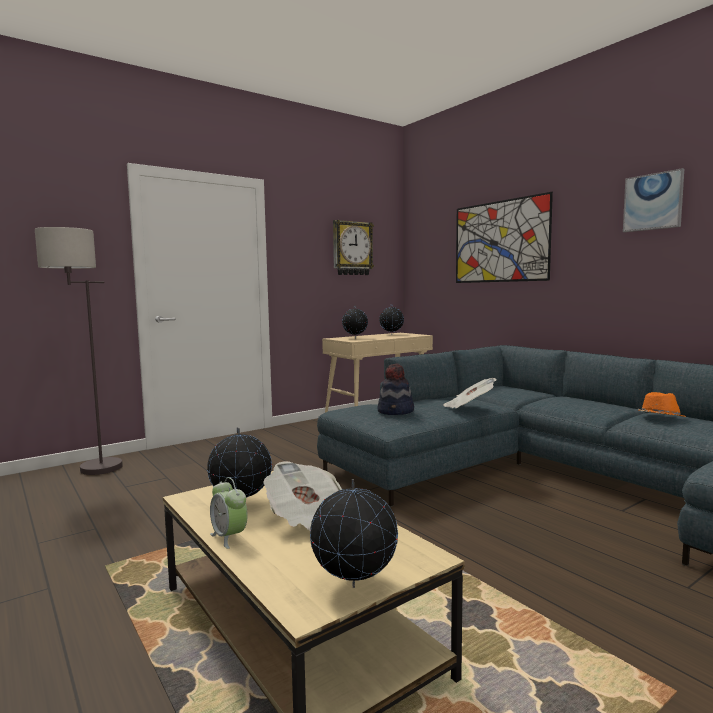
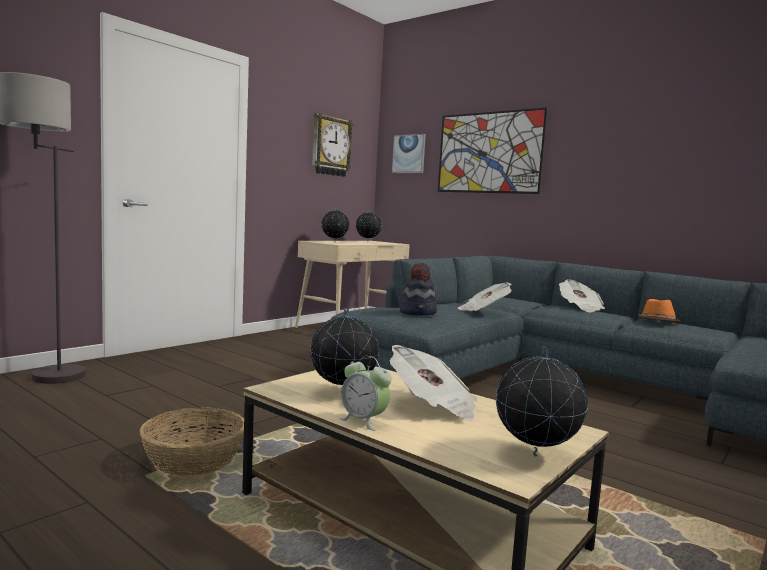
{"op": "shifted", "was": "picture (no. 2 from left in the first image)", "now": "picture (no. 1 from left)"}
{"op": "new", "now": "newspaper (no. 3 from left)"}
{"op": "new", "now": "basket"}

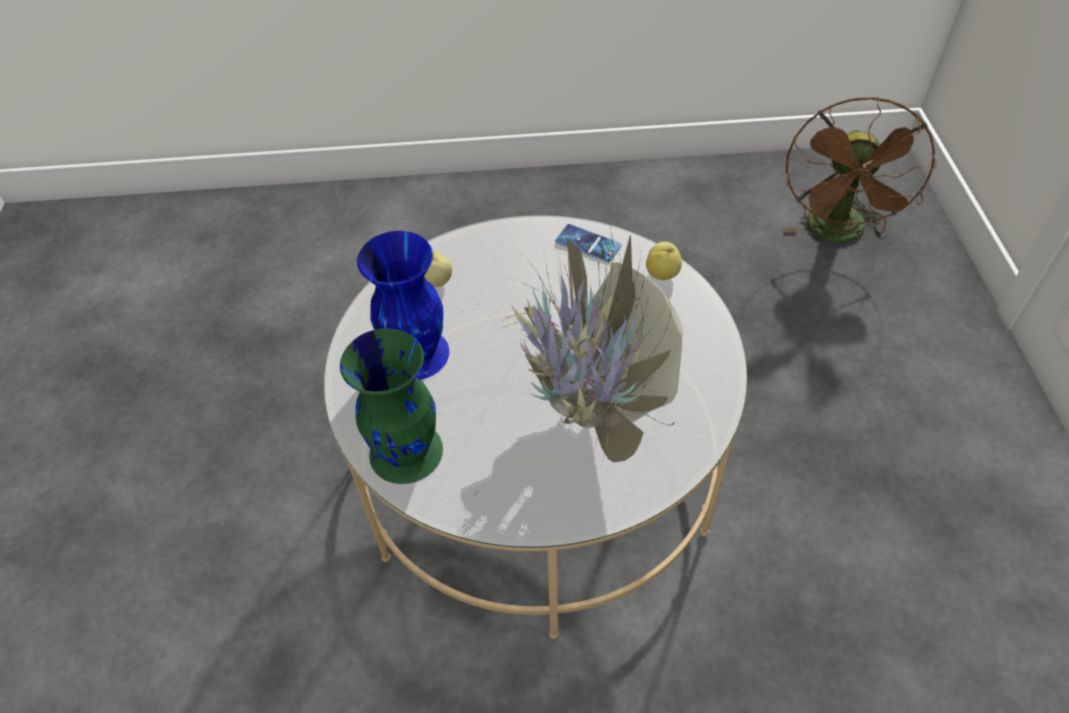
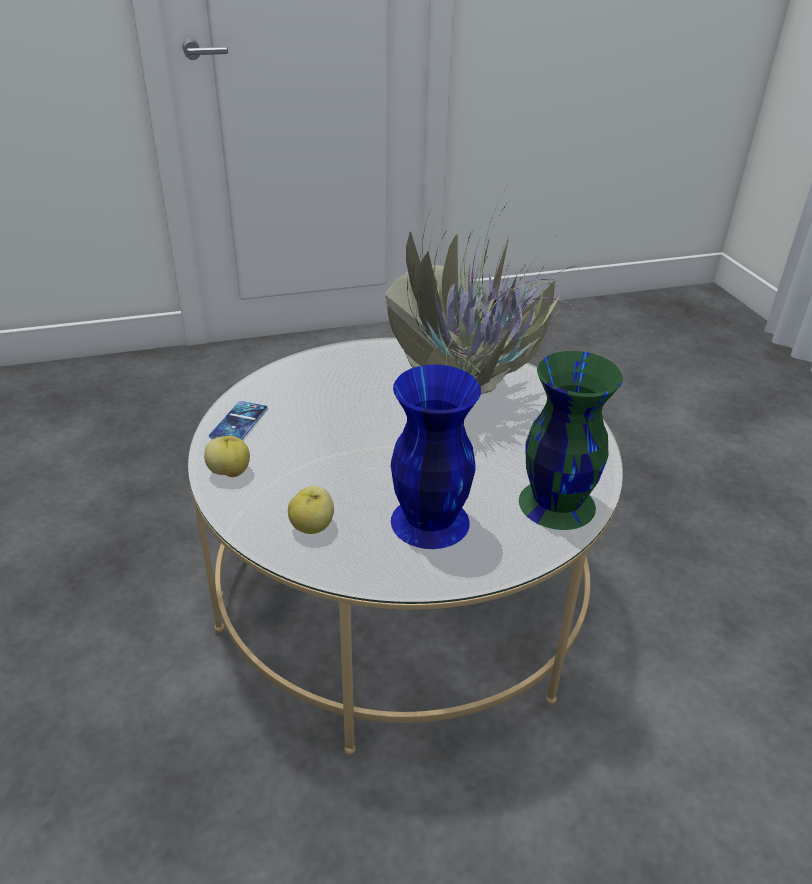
{"op": "gone", "was": "brown_fan"}
{"op": "shifted", "was": "apple (no. 2 from left in the first image)", "now": "apple (no. 1 from left)"}

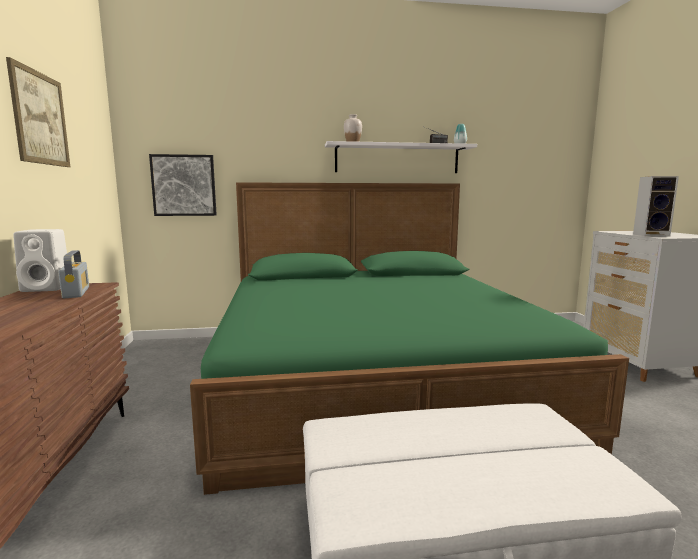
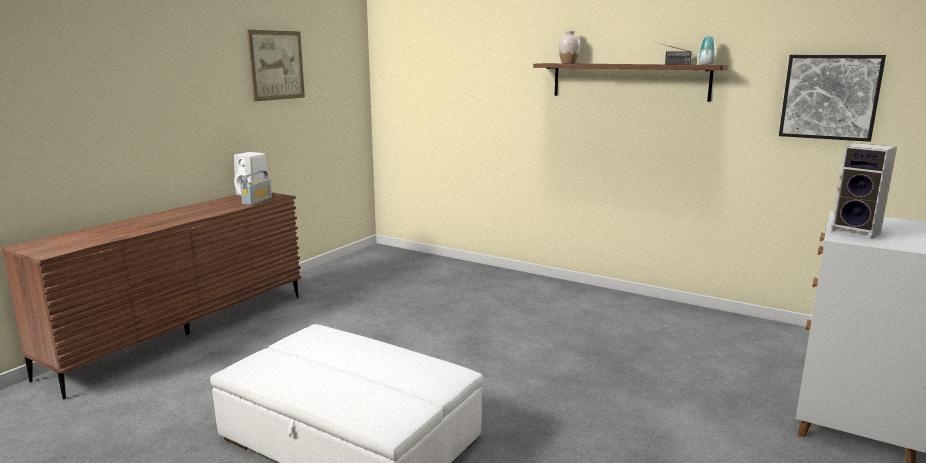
{"op": "repainted", "was": "white_shelf", "now": "brown_shelf"}
{"op": "shifted", "was": "picture (no. 2 from left)"}
{"op": "gone", "was": "green_bed"}

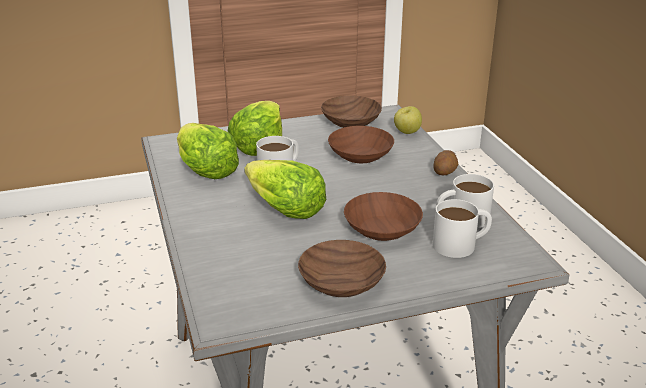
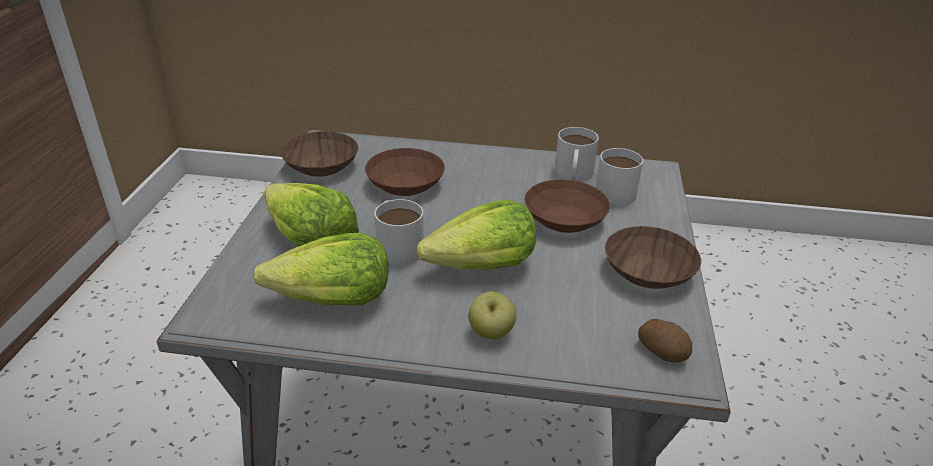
{"op": "shifted", "was": "apple"}
{"op": "shifted", "was": "potato"}

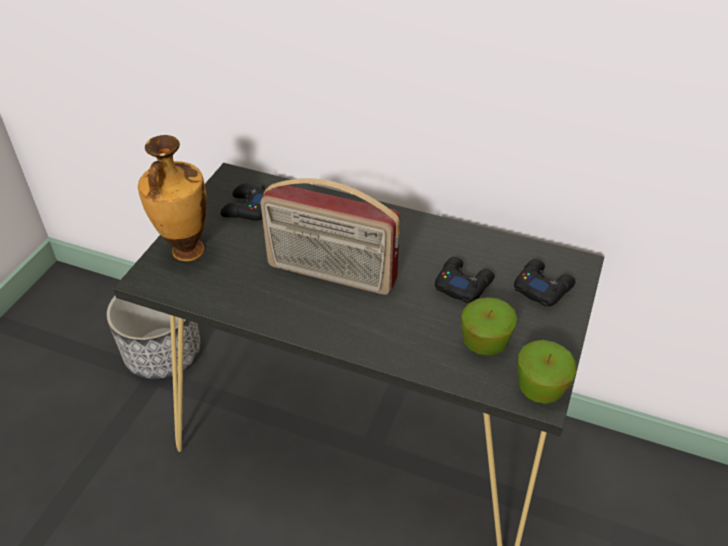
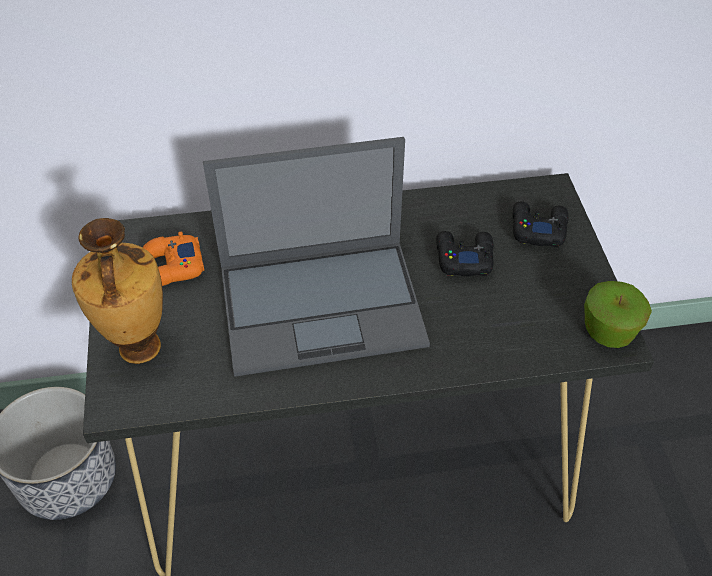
{"op": "swapped", "was": "radio", "now": "laptop"}
{"op": "repainted", "was": "black_game_controller (no. 1 from left)", "now": "orange_game_controller"}
{"op": "gone", "was": "apple (no. 1 from left)"}

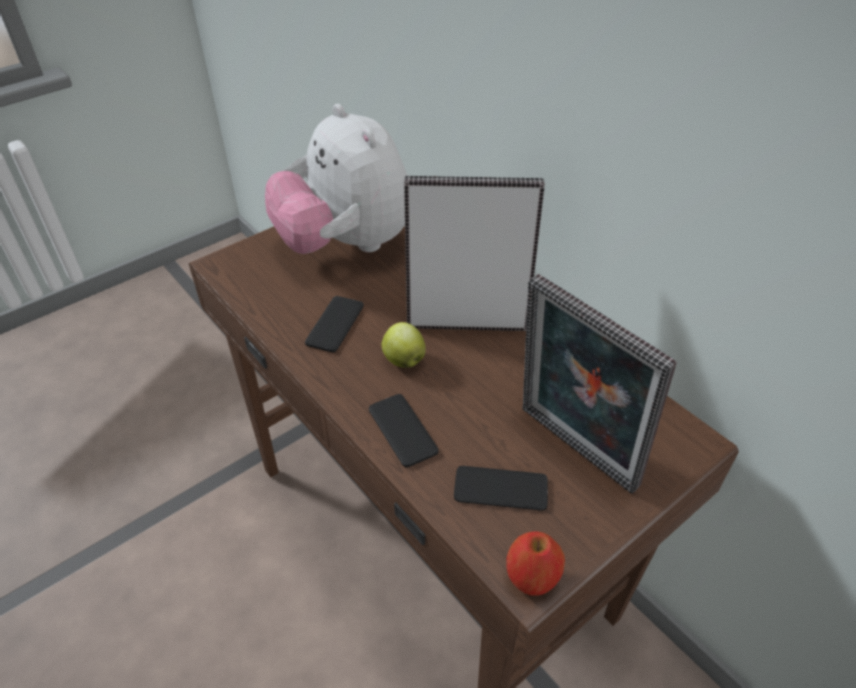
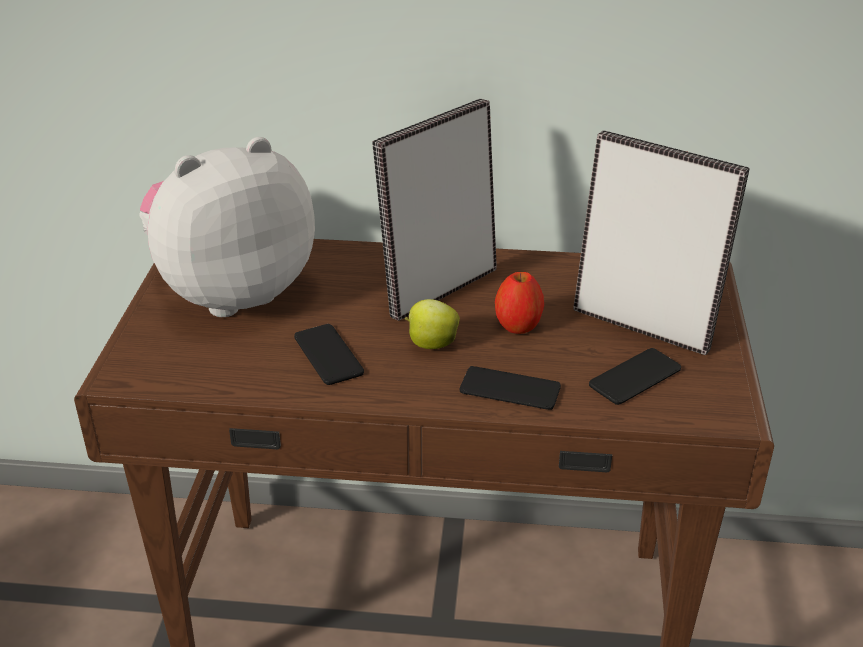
{"op": "rotated", "was": "plush_toy", "clockwise": 135}
{"op": "rotated", "was": "picture_frame (no. 2 from left)", "clockwise": -150}
{"op": "shifted", "was": "apple (no. 2 from left)"}

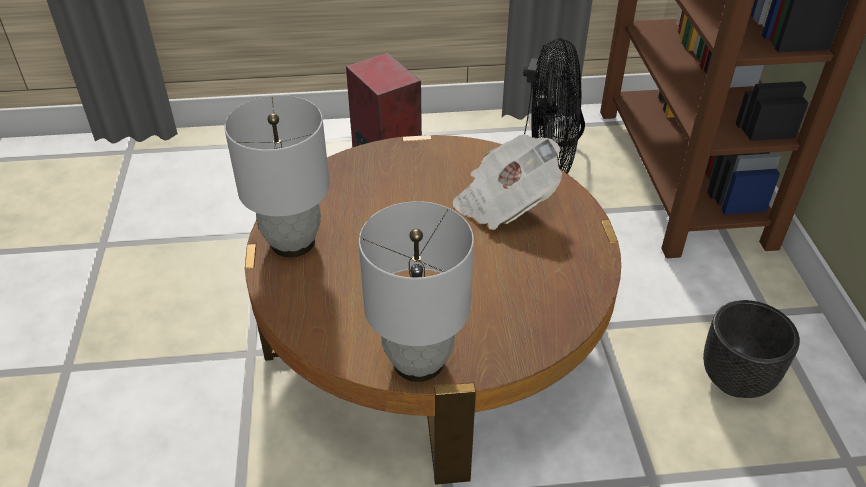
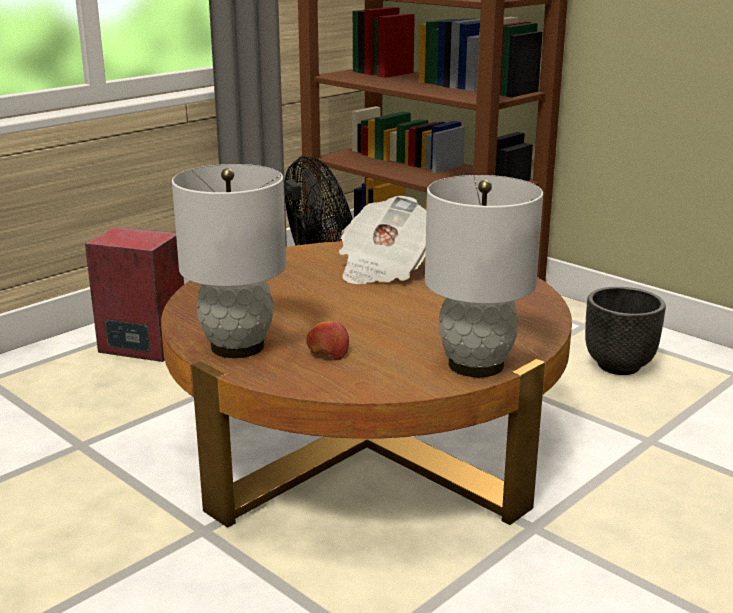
{"op": "new", "now": "apple"}

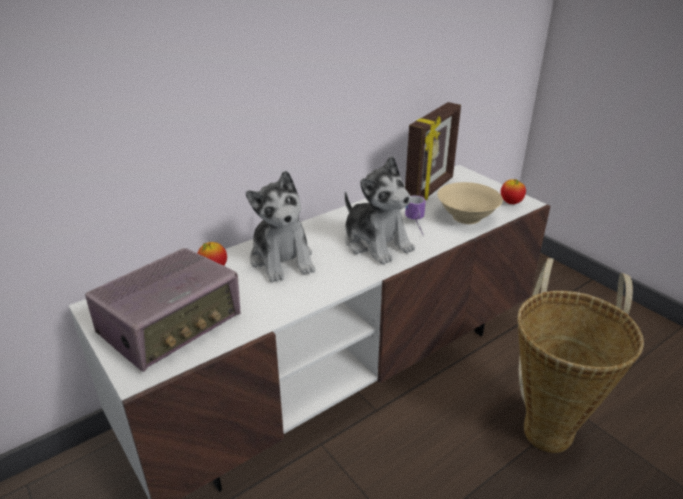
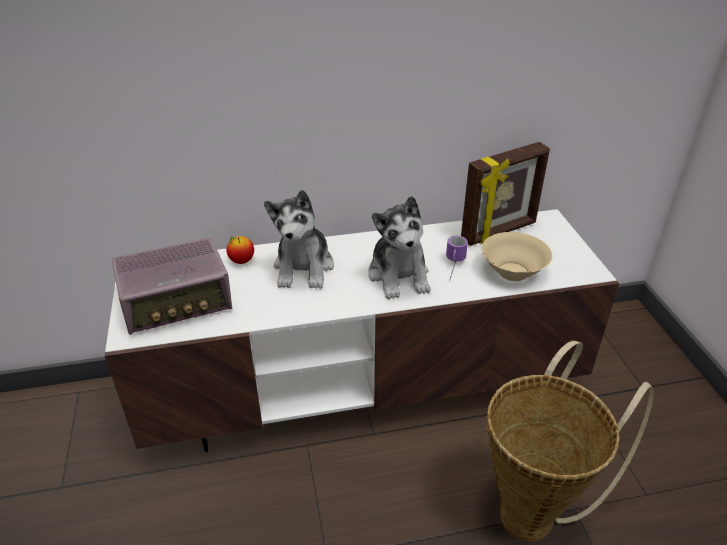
{"op": "gone", "was": "apple (no. 2 from left)"}

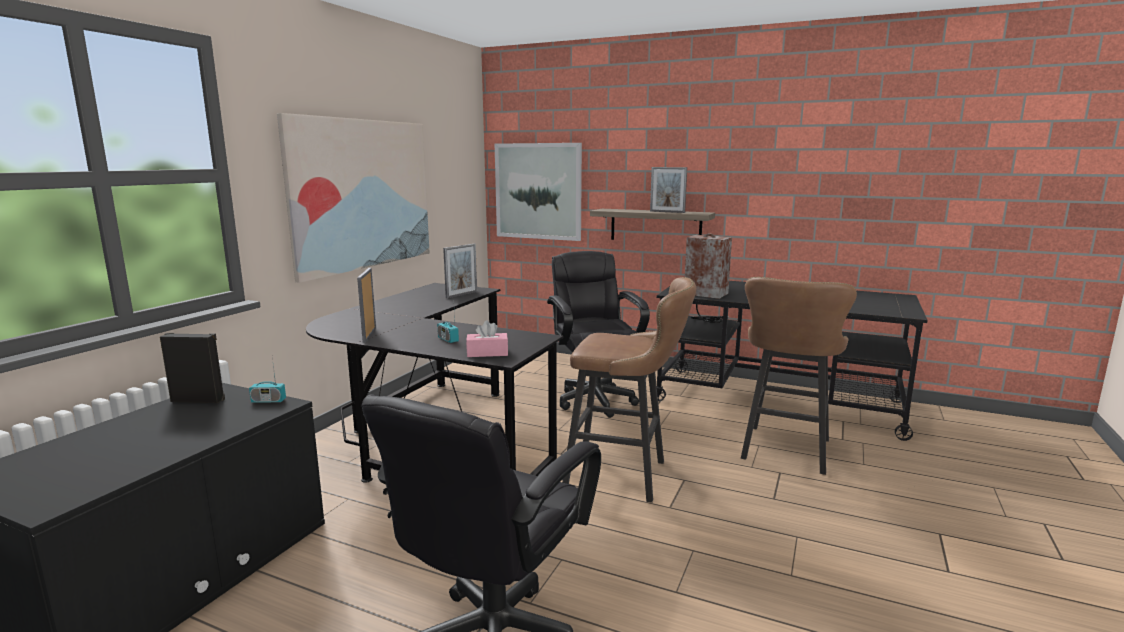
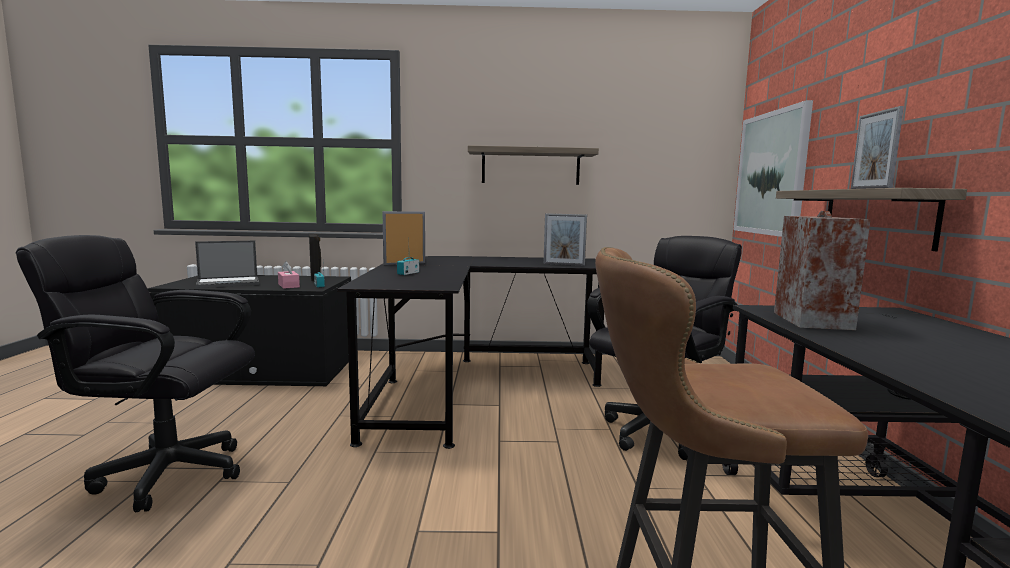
{"op": "swapped", "was": "picture (no. 1 from left)", "now": "shelf (no. 1 from left)"}
{"op": "gone", "was": "brown_stool (no. 1 from left)"}
{"op": "shifted", "was": "pink_tissue_box"}
{"op": "new", "now": "laptop"}

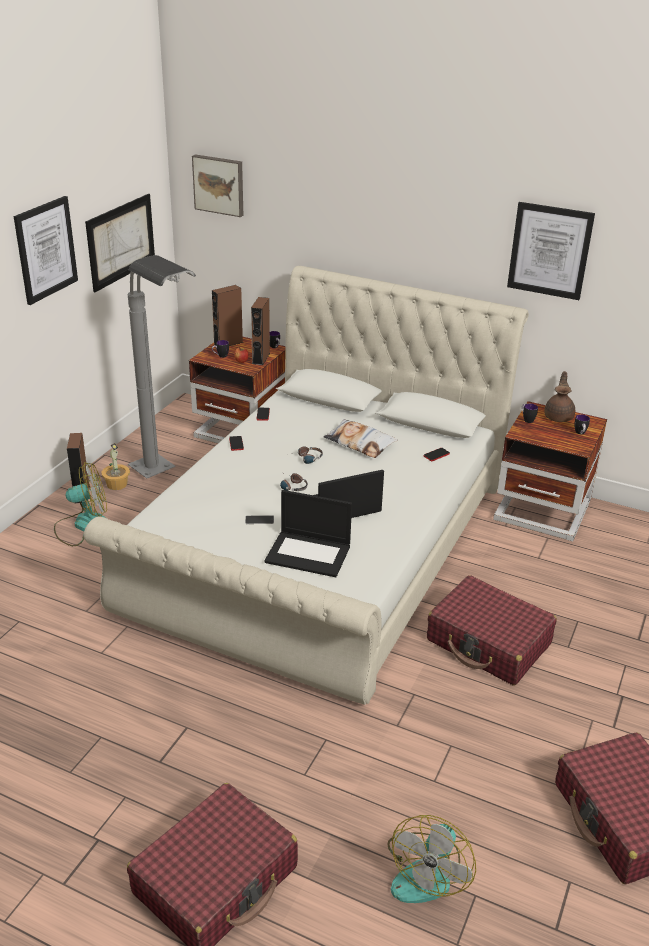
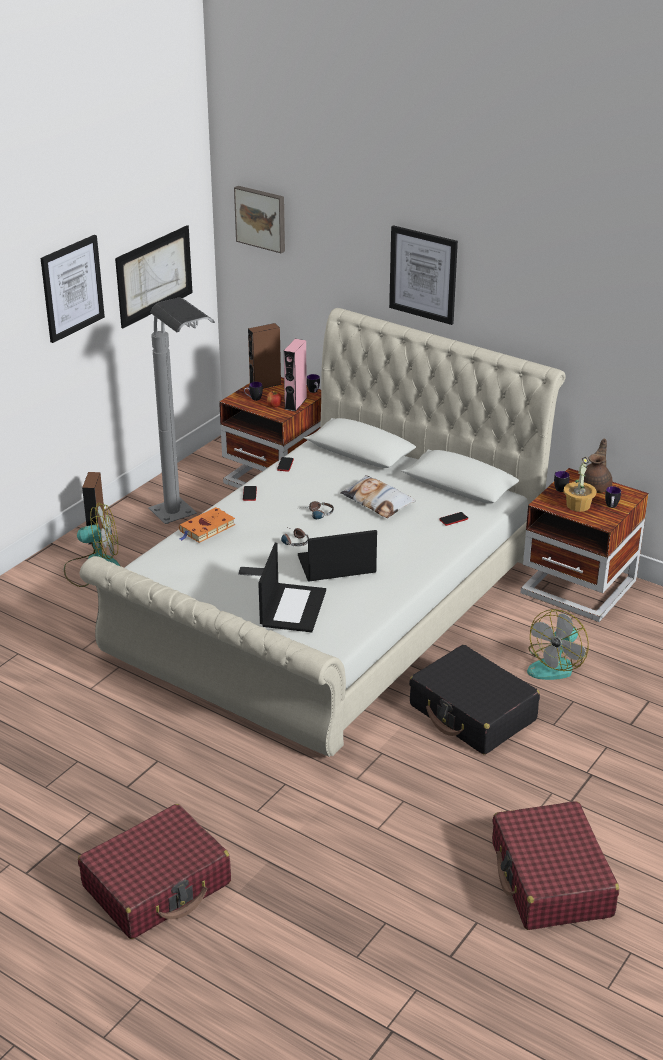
{"op": "shifted", "was": "picture (no. 4 from left)"}
{"op": "repainted", "was": "brown_speaker (no. 3 from left)", "now": "pink_speaker"}
{"op": "shifted", "was": "potted_plant"}
{"op": "rotated", "was": "laptop (no. 1 from left)", "clockwise": -105}
{"op": "repainted", "was": "red_suitcase (no. 2 from left)", "now": "black_suitcase"}
{"op": "shifted", "was": "fan (no. 2 from left)"}
{"op": "new", "now": "orange_book"}

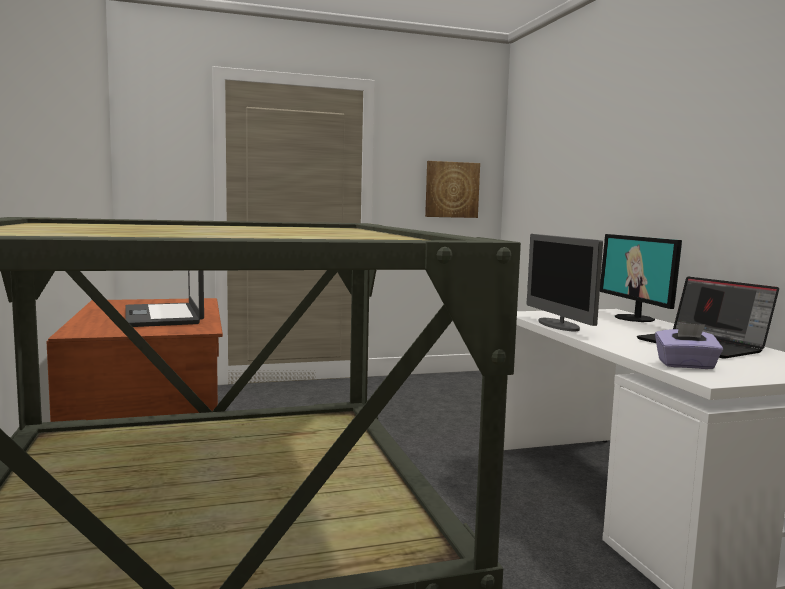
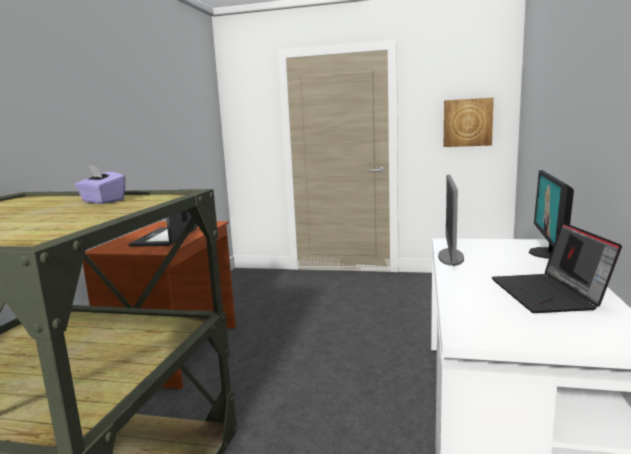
{"op": "shifted", "was": "purple_tissue_box"}

